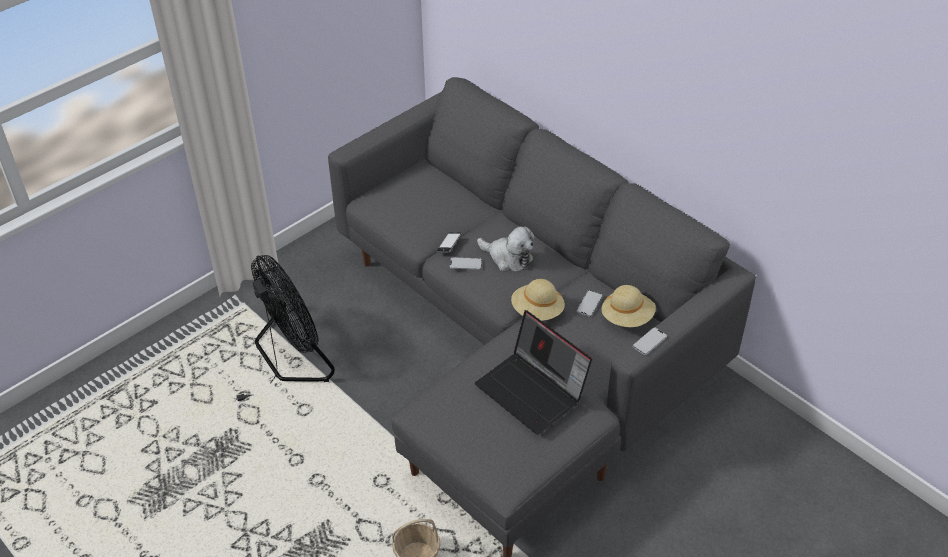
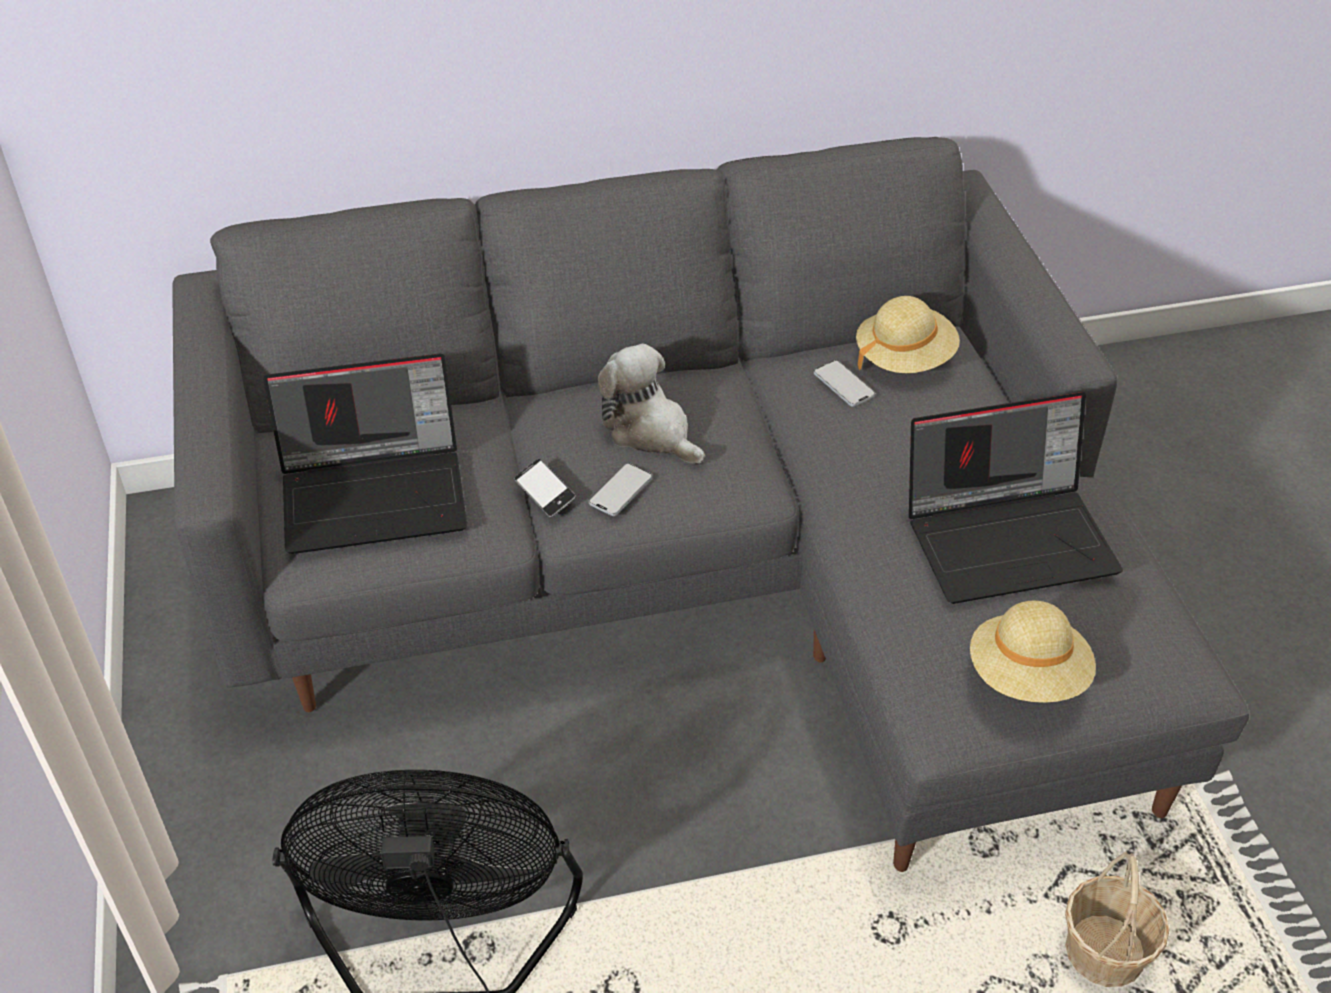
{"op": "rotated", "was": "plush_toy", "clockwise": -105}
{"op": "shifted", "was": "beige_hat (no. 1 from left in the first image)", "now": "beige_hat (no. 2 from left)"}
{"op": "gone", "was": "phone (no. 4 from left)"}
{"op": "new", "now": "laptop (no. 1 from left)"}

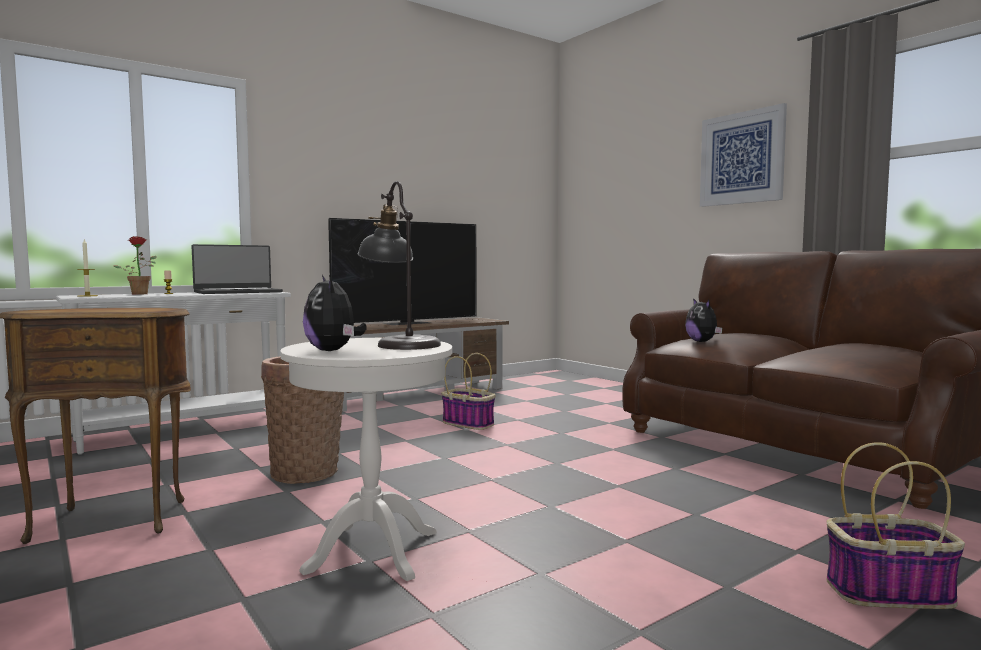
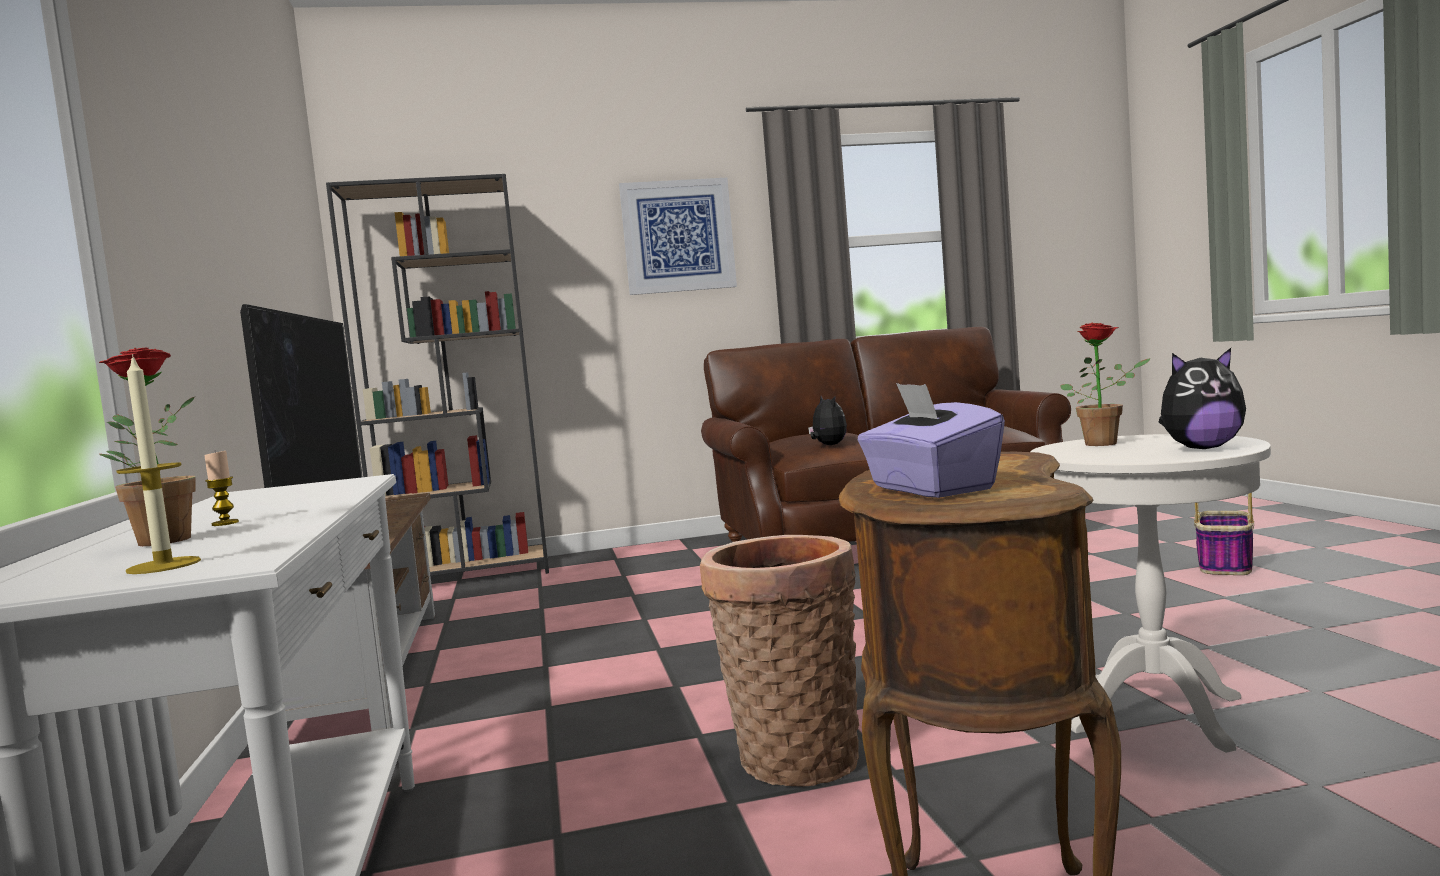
{"op": "swapped", "was": "grey_table_lamp", "now": "potted_plant (no. 2 from left)"}
{"op": "gone", "was": "laptop"}
{"op": "rotated", "was": "plush_toy (no. 2 from left in the first image)", "clockwise": -120}
{"op": "gone", "was": "basket (no. 2 from left)"}
{"op": "new", "now": "bookcase"}
{"op": "new", "now": "purple_tissue_box"}

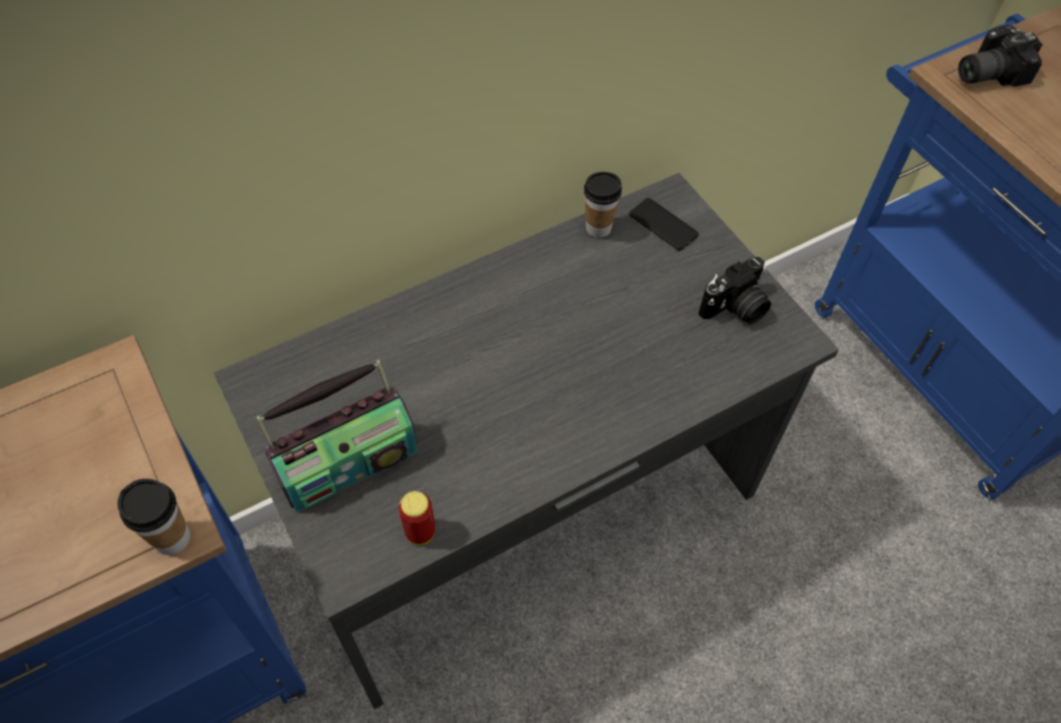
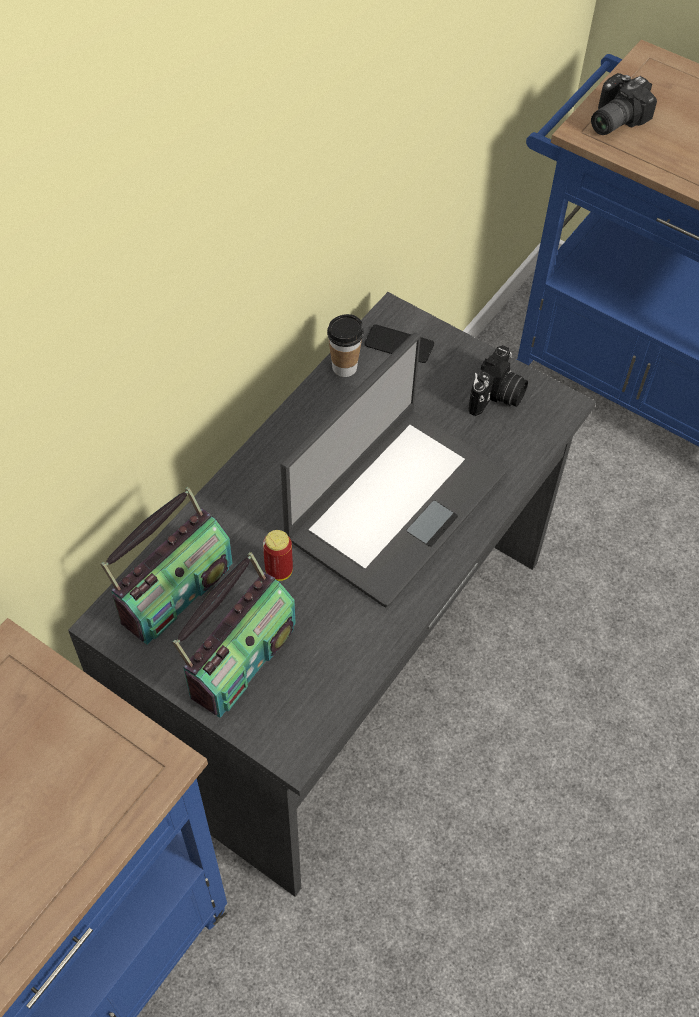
{"op": "gone", "was": "cup (no. 1 from left)"}
{"op": "shifted", "was": "can"}
{"op": "new", "now": "laptop"}
{"op": "new", "now": "radio (no. 1 from left)"}

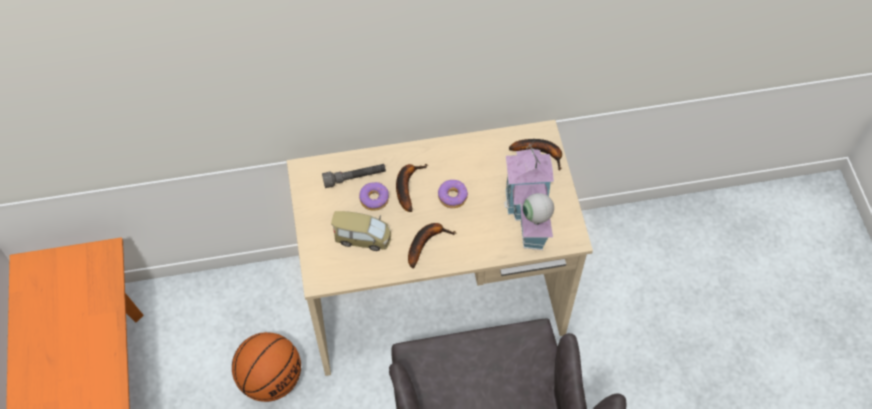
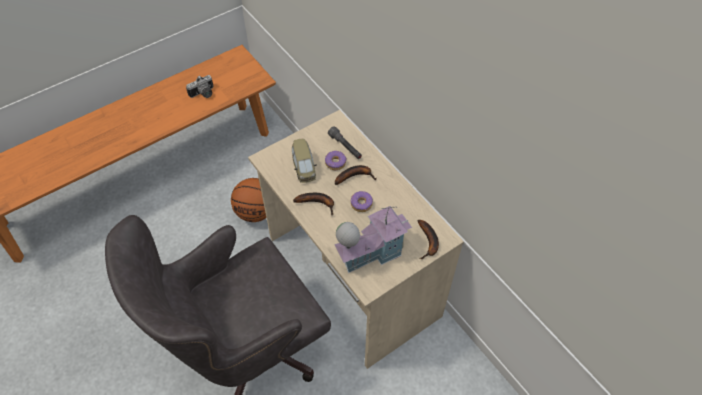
{"op": "new", "now": "photo_camera"}

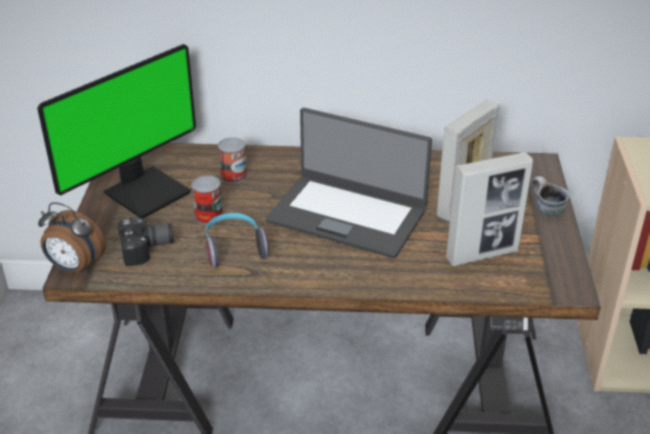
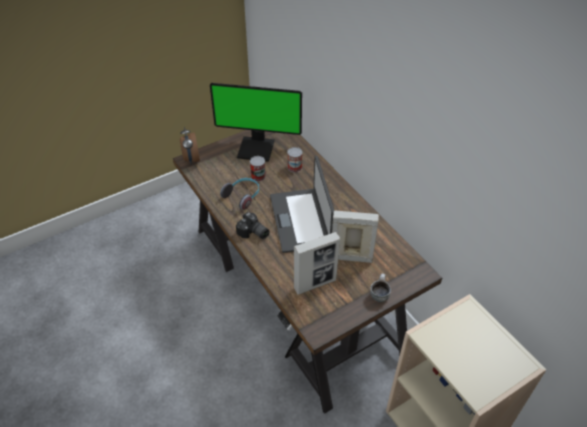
{"op": "rotated", "was": "picture_frame (no. 2 from left in the first image)", "clockwise": -60}
{"op": "shifted", "was": "photo_camera"}

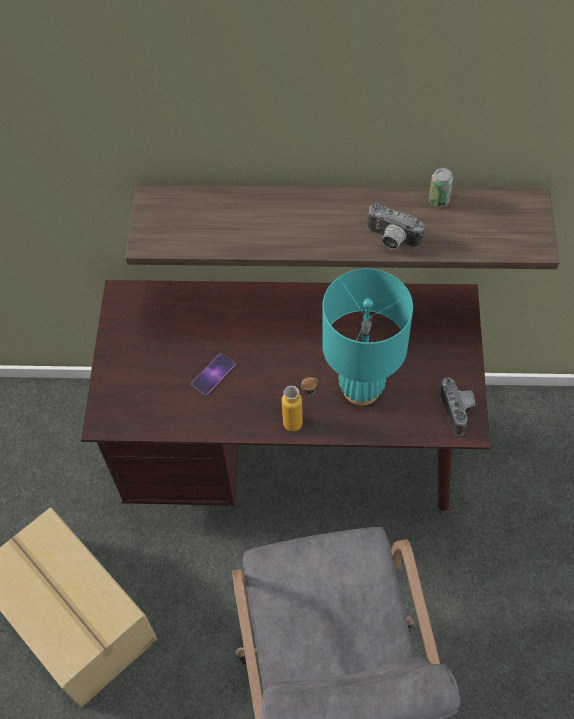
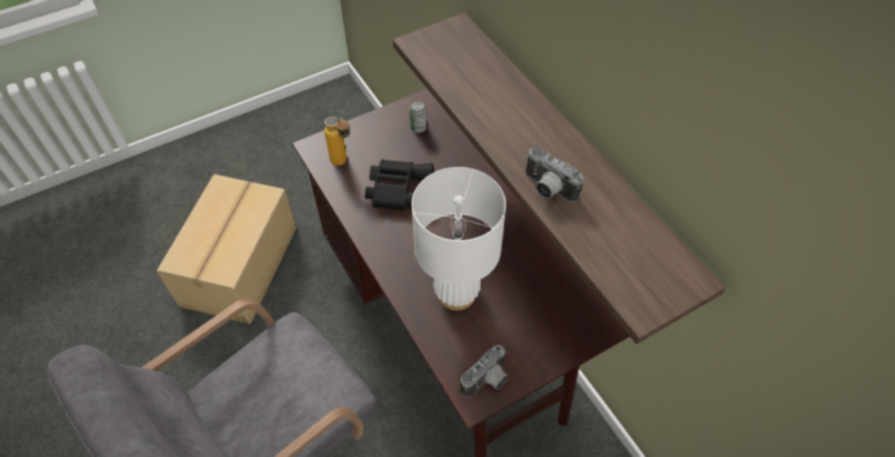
{"op": "shifted", "was": "can"}
{"op": "rotated", "was": "photo_camera (no. 1 from left in the first image)", "clockwise": -45}
{"op": "repainted", "was": "turquoise_table_lamp", "now": "white_table_lamp"}
{"op": "swapped", "was": "phone", "now": "black_binoculars"}
{"op": "shifted", "was": "bottle"}

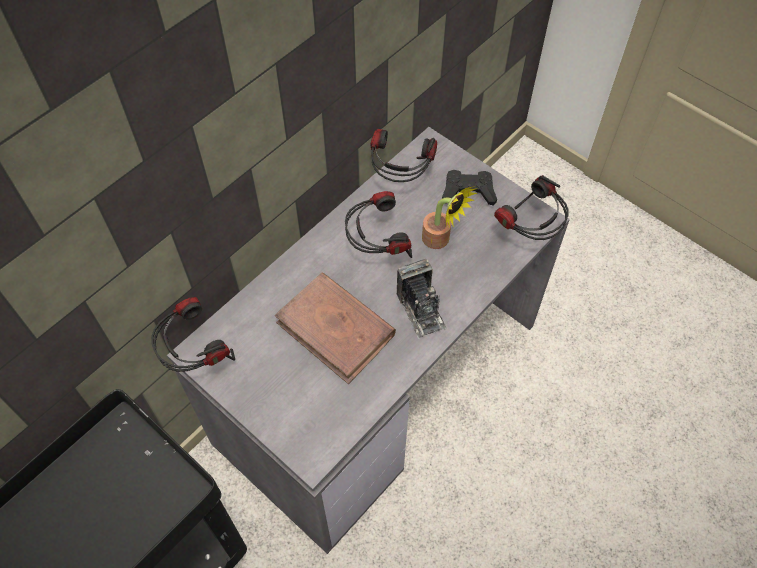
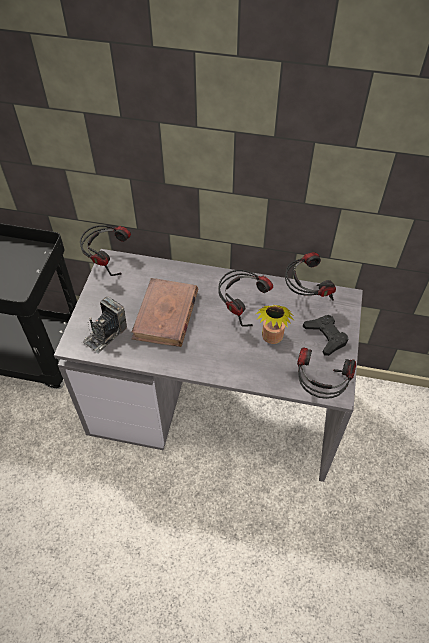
{"op": "shifted", "was": "photo_camera"}

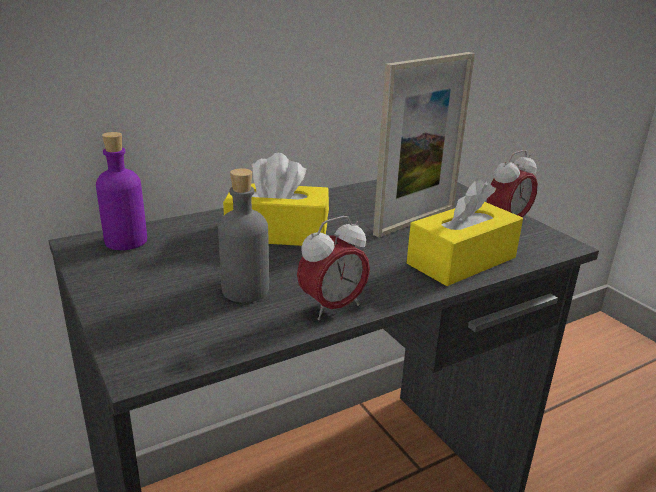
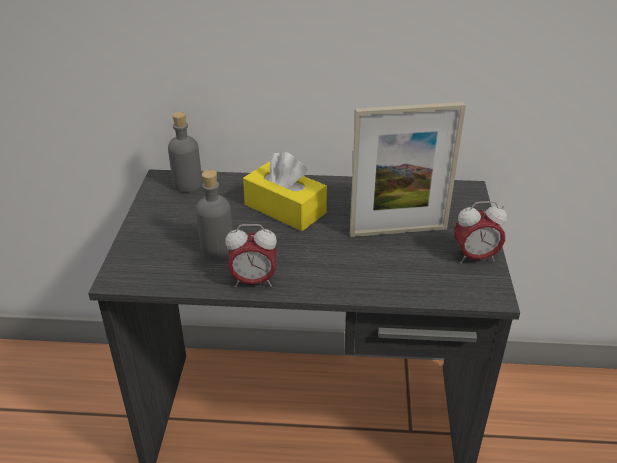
{"op": "repainted", "was": "purple_bottle", "now": "grey_bottle (no. 1 from left)"}
{"op": "gone", "was": "yellow_tissue_box (no. 2 from left)"}

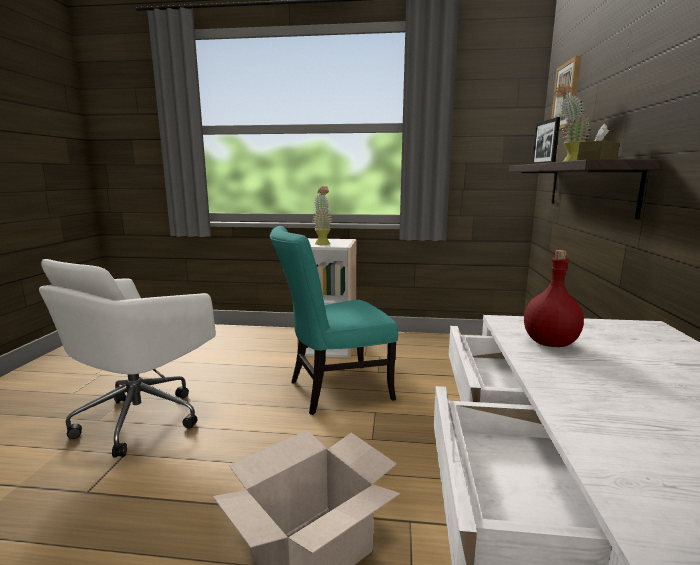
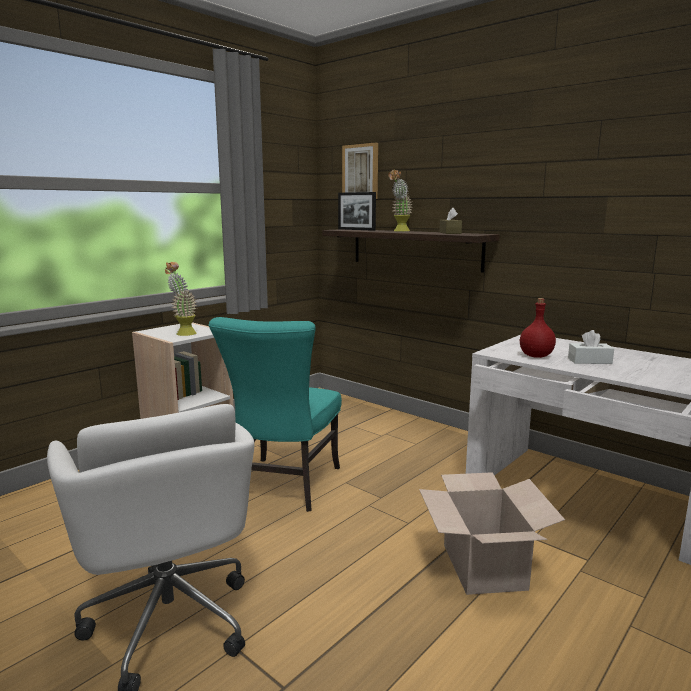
{"op": "new", "now": "white_tissue_box"}

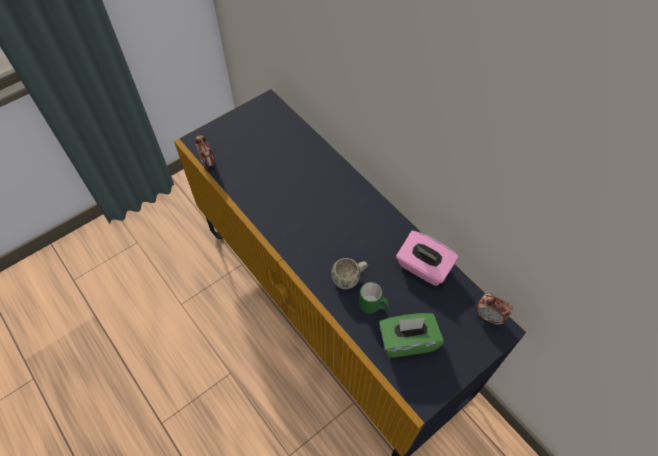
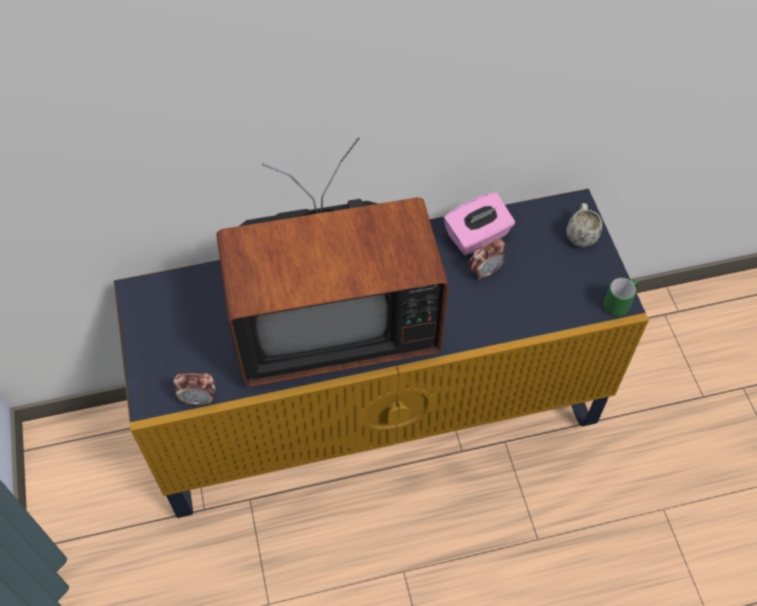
{"op": "shifted", "was": "white_mug"}
{"op": "shifted", "was": "green_mug"}
{"op": "shifted", "was": "alarm_clock (no. 2 from left)"}
{"op": "gone", "was": "green_tissue_box"}
{"op": "new", "now": "television"}

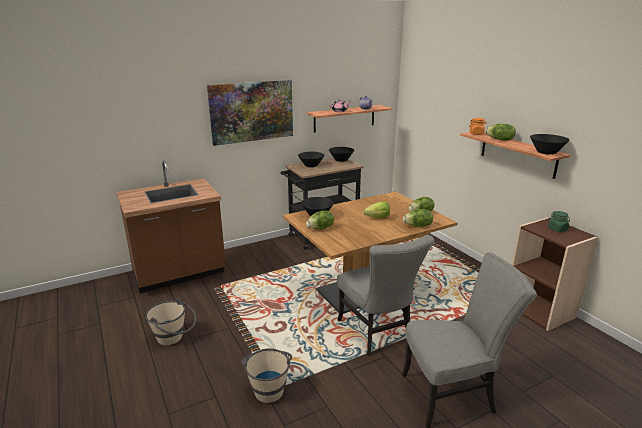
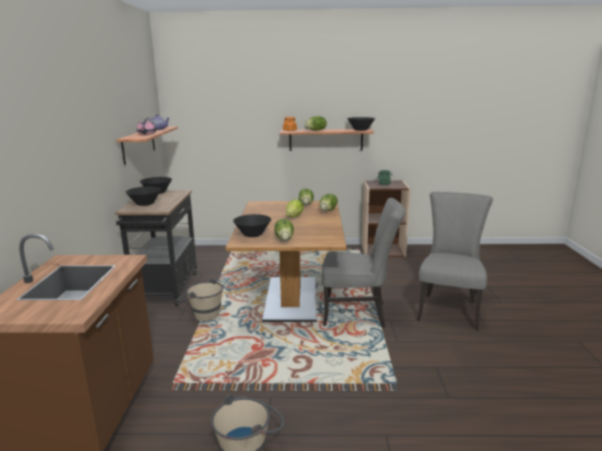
{"op": "gone", "was": "picture"}
{"op": "shifted", "was": "beige_bucket (no. 2 from left in the first image)", "now": "beige_bucket (no. 1 from left)"}

